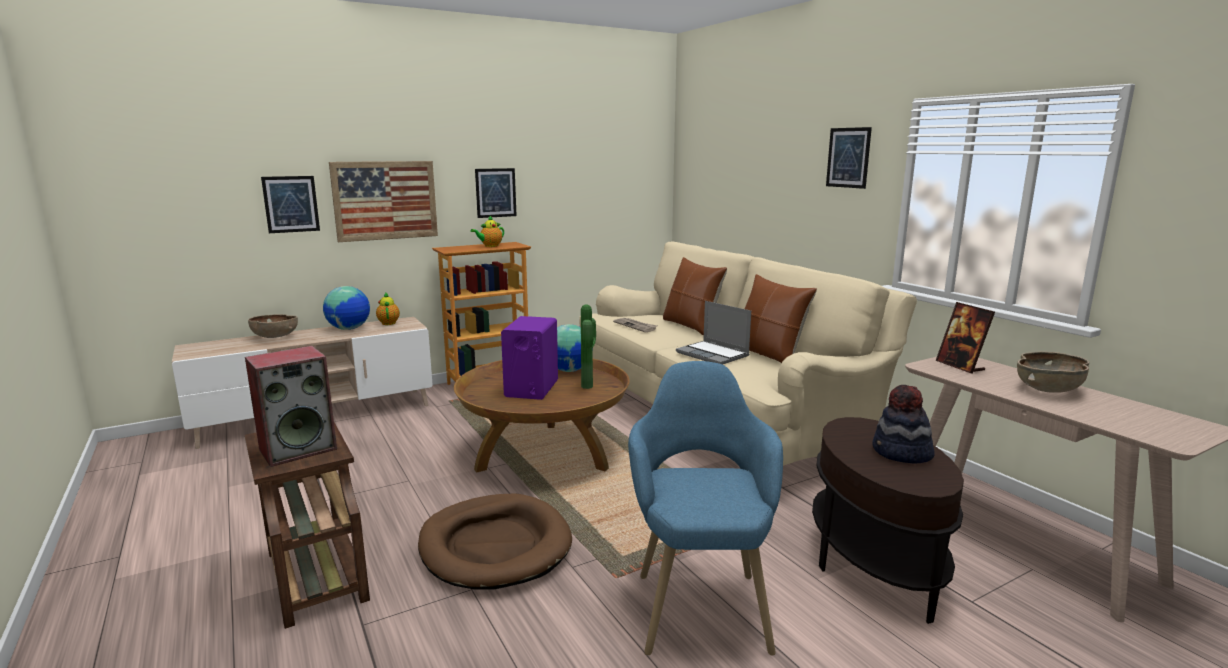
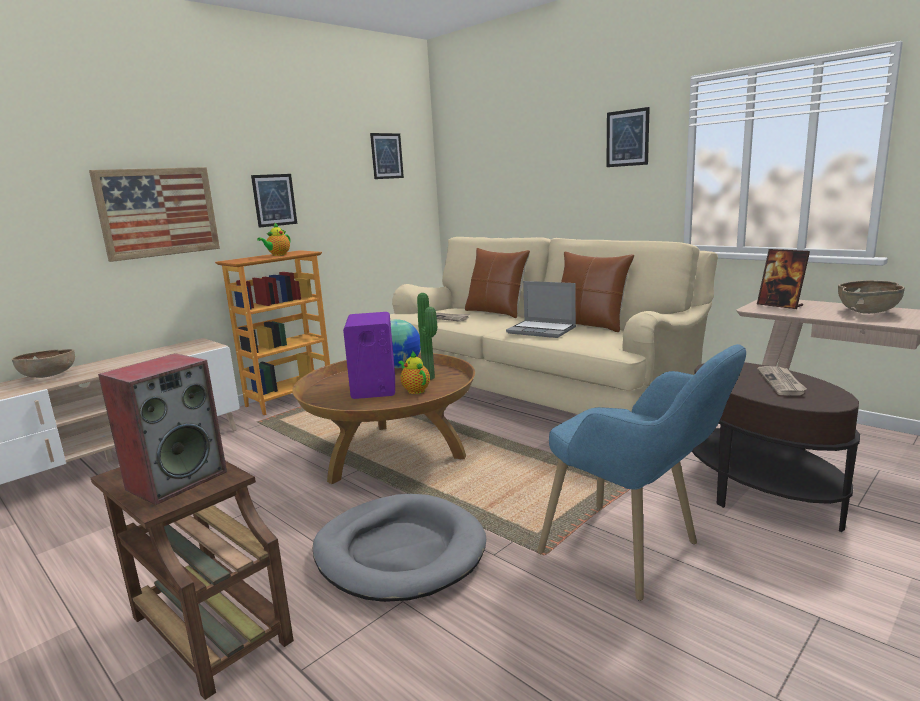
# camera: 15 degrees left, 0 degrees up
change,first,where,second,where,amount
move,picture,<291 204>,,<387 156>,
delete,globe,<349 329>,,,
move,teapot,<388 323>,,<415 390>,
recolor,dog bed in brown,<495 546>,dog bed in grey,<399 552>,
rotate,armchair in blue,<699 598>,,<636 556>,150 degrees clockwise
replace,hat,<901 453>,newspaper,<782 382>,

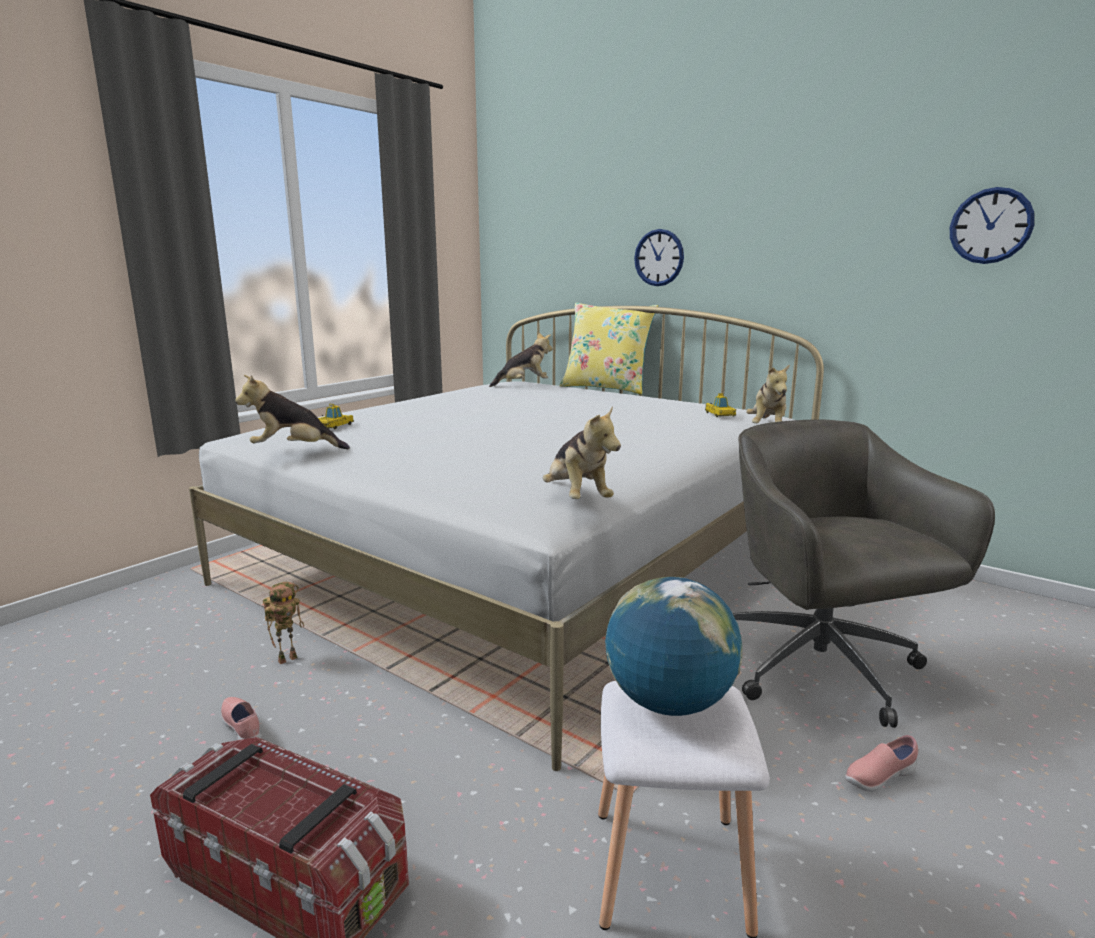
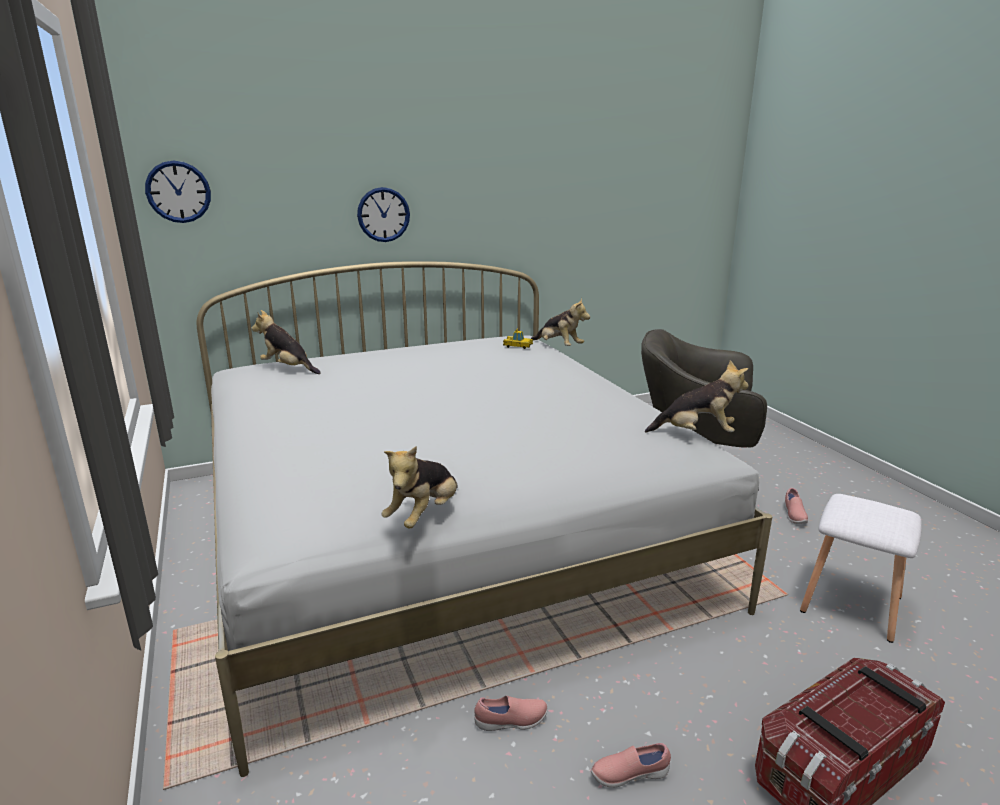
# camera: 60 degrees left, 5 degrees up
change,first,where,second,where,amount
replace,toy robot,<288 658>,shoe in pink,<511 722>,
delete,toy car,<334 426>,,,
rotate,plush toy,<524 385>,,<288 368>,75 degrees counterclockwise
delete,pillow in yellow,<606 388>,,,
delete,globe,<669 703>,,,
move,wall clock,<991 226>,,<178 192>,

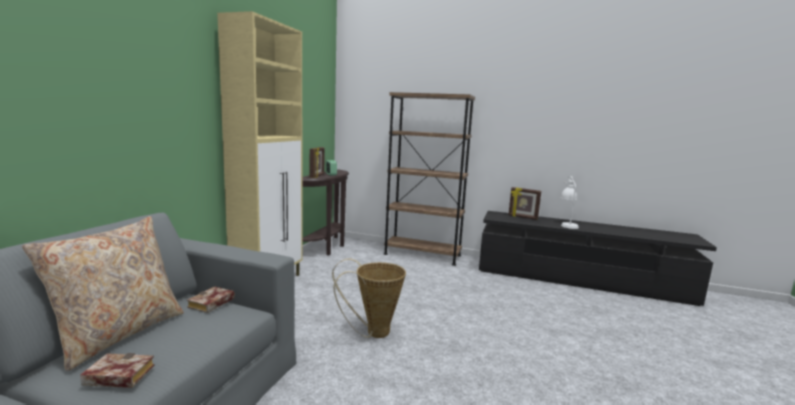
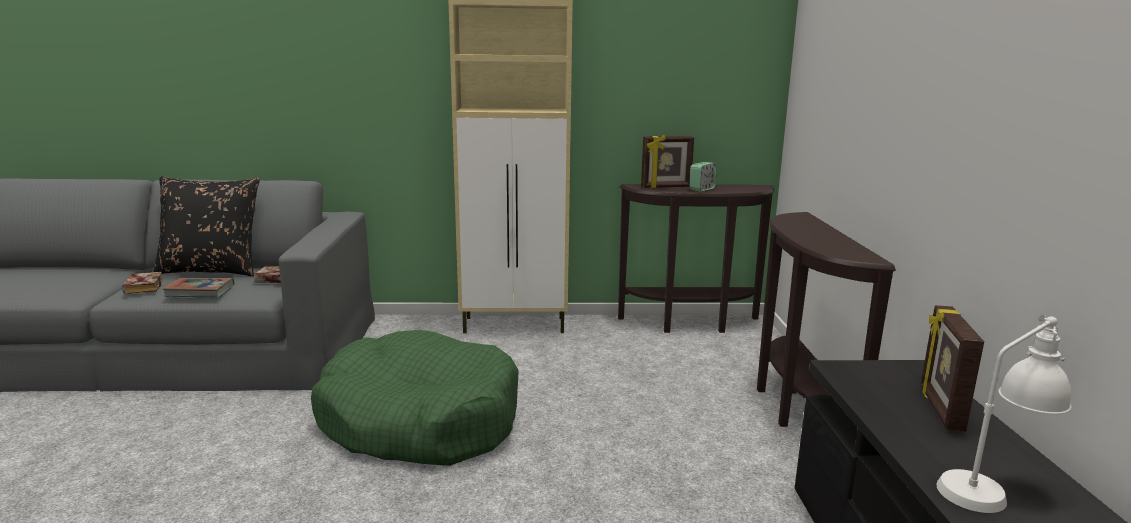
# camera: 70 degrees right, 5 degrees up
change,first,where,second,where,amount
recolor,pillow in beige,<119 333>,pillow in black,<212 270>,
replace,basket,<372 333>,dog bed in green,<419 420>,
replace,bookcase in brown,<422 255>,console table in brown,<795 407>,
insert,,,book,<200 291>,

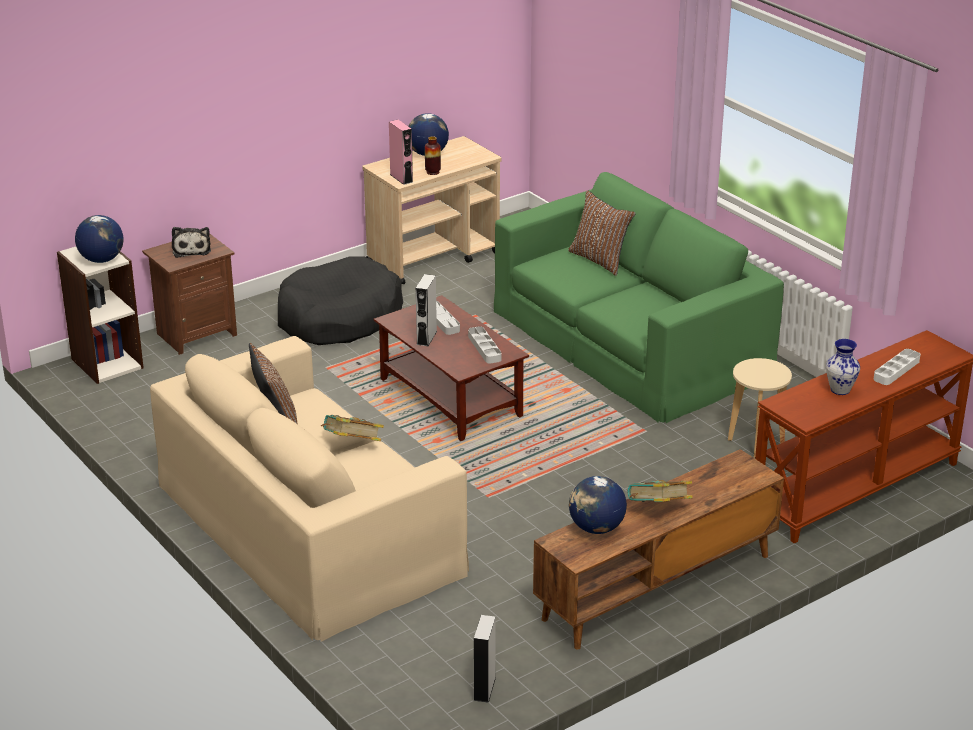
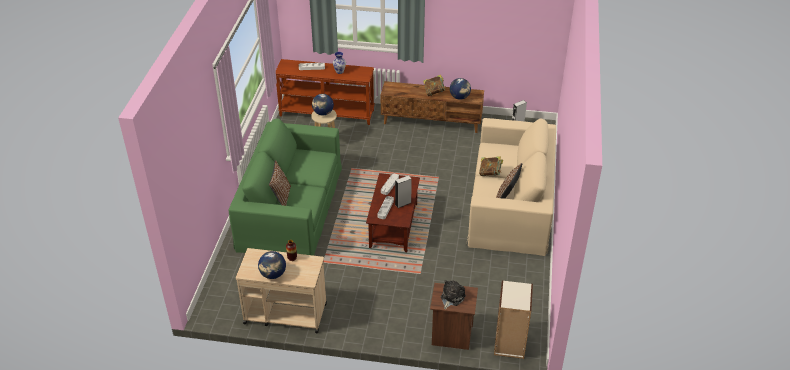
# camera: 135 degrees left, 10 degrees up
change,first,where,second,where,amount
move,globe,<101 259>,,<323 113>,
delete,dog bed in black,<339 318>,,,
delete,speaker in pink,<401 178>,,,

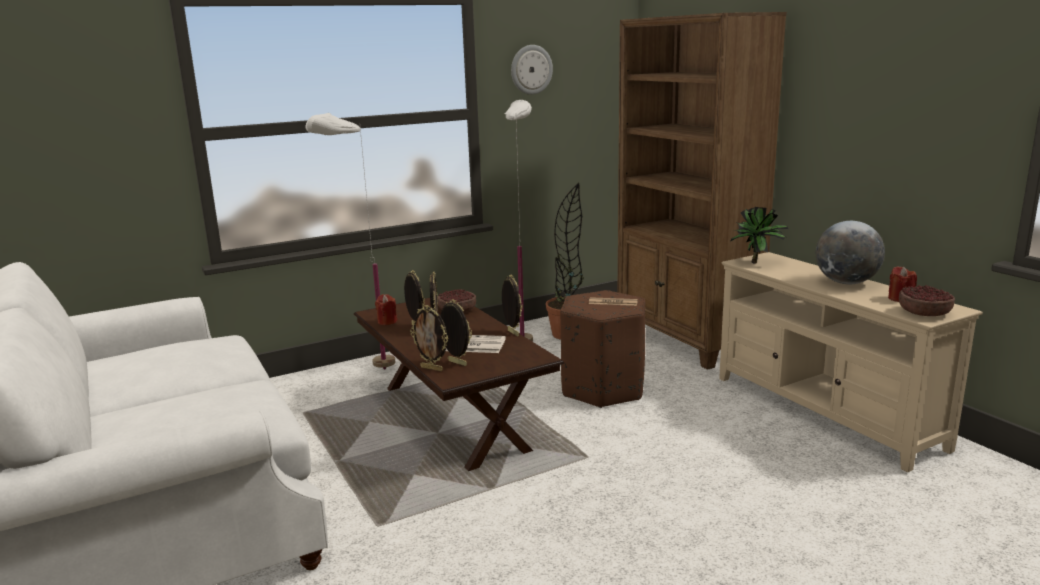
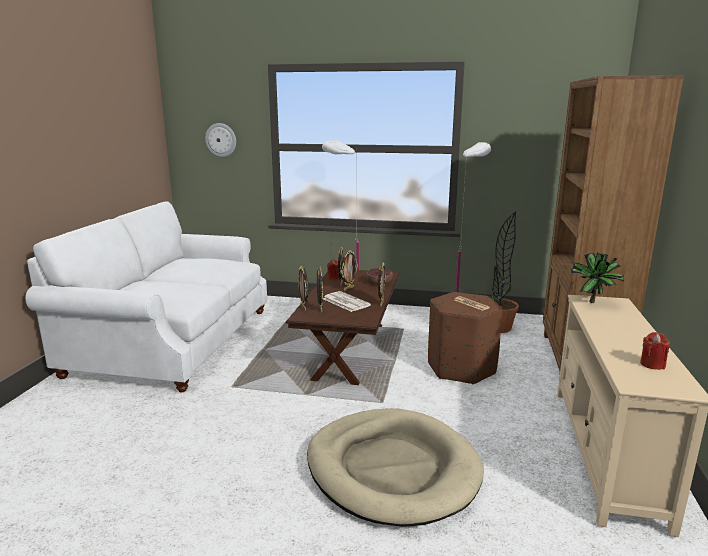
# camera: 40 degrees right, 0 degrees up
change,first,where,second,where,amount
move,wall clock,<531 69>,,<221 140>,
delete,globe,<846 283>,,,
delete,bowl,<924 313>,,,
insert,,,dog bed in beige,<392 469>,

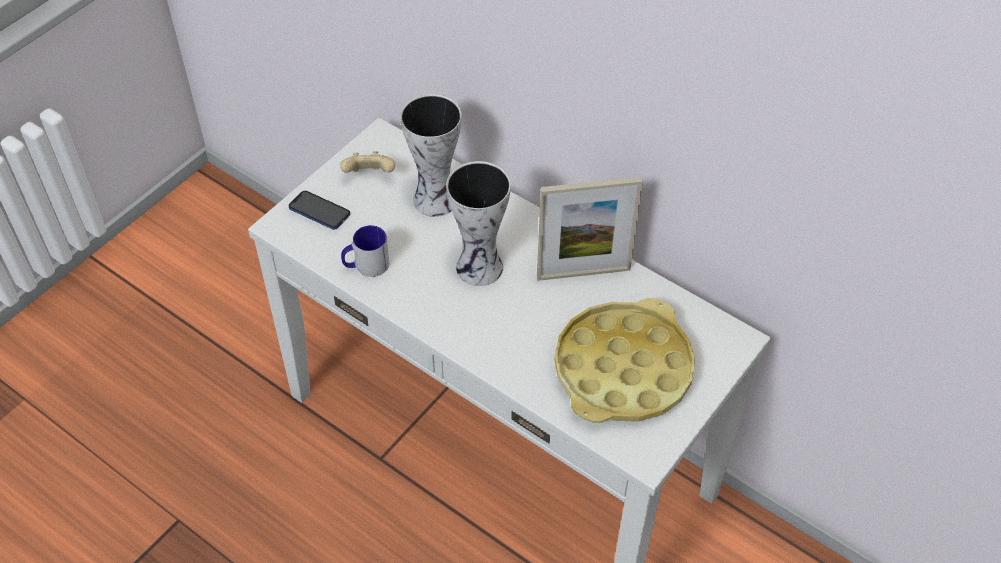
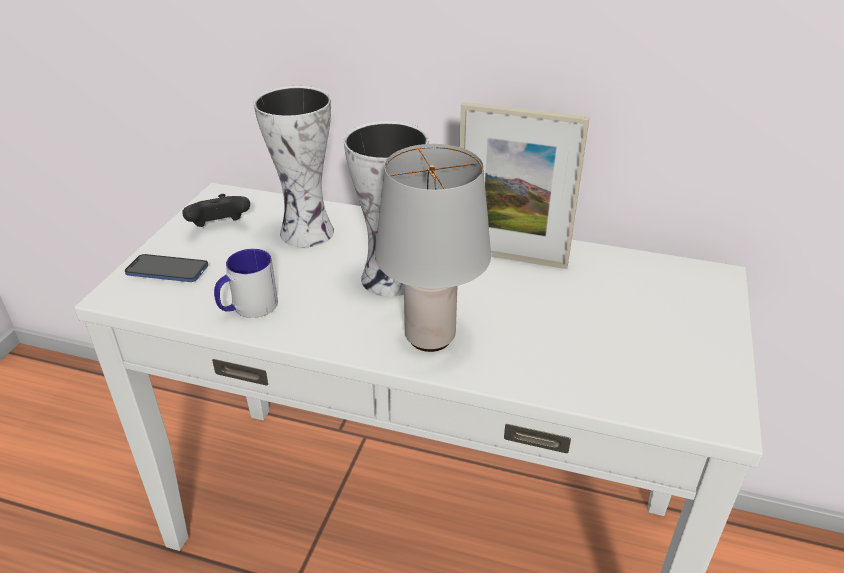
# camera: 20 degrees left, 15 degrees down
change,first,where,second,where,amount
recolor,game controller in beige,<370 175>,game controller in black,<220 228>,
rotate,picture frame,<583 273>,,<511 257>,45 degrees clockwise
delete,tray in yellow,<622 369>,,,
insert,,,table lamp in grey,<430 336>,

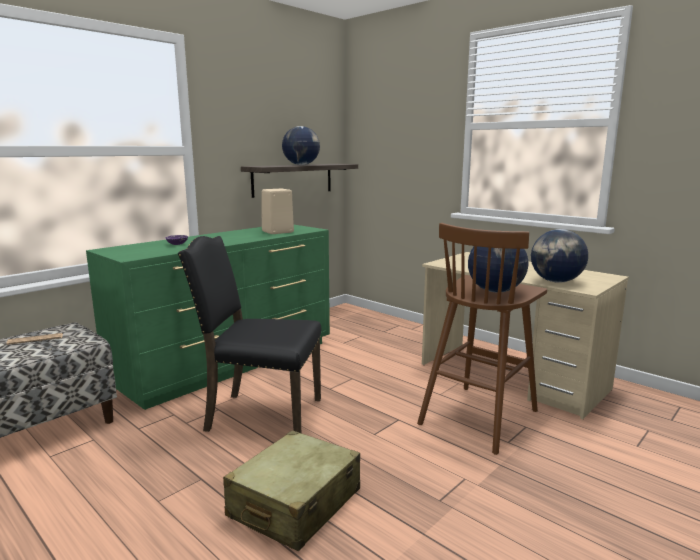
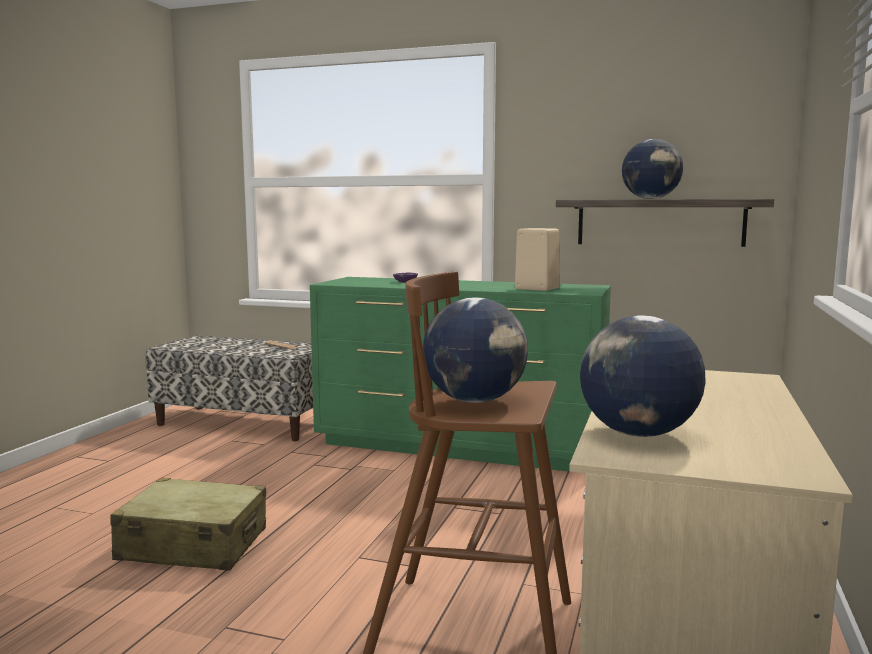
# camera: 65 degrees right, 5 degrees down
change,first,where,second,where,amount
delete,chair in black,<261 415>,,,

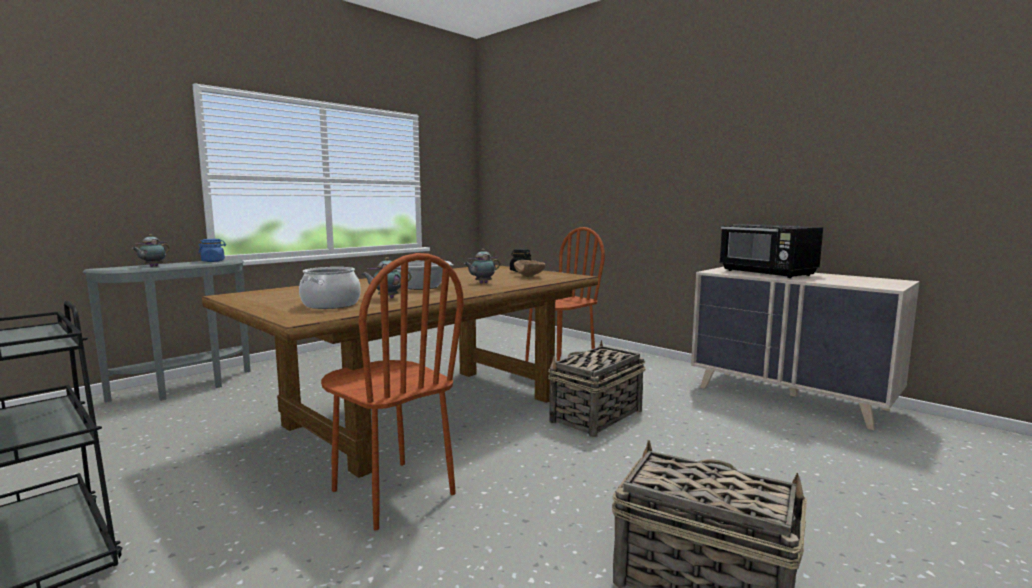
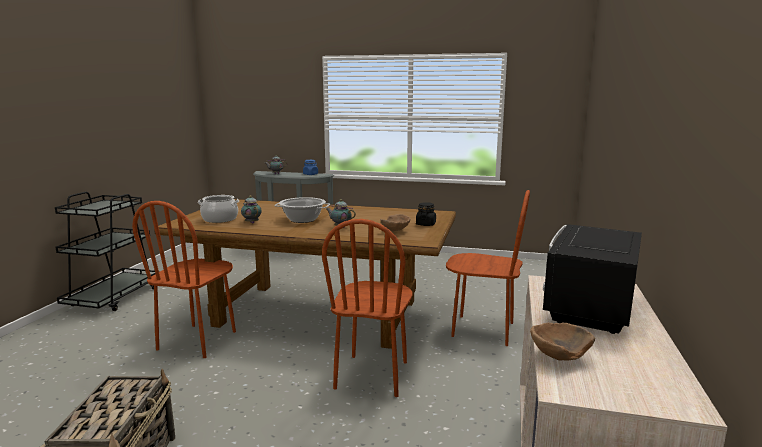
# camera: 60 degrees right, 5 degrees up
change,first,where,second,where,amount
replace,basket,<595 416>,chair in brown,<372 375>,
insert,,,bowl in brown,<558 356>,

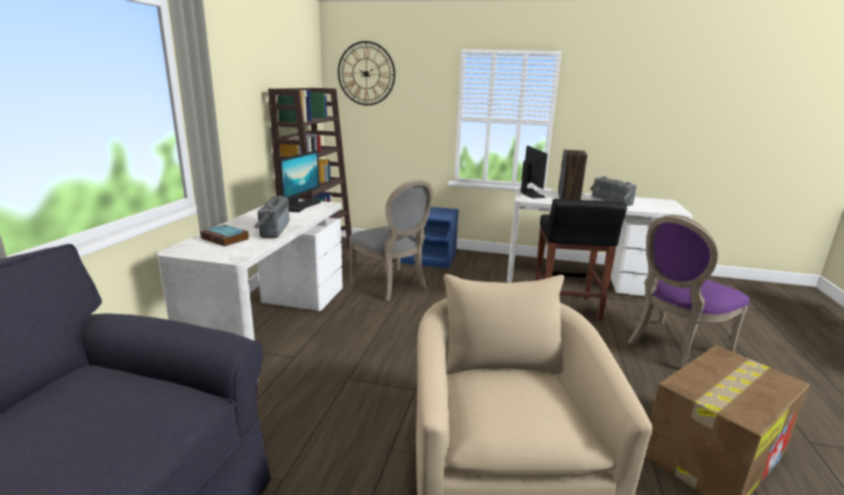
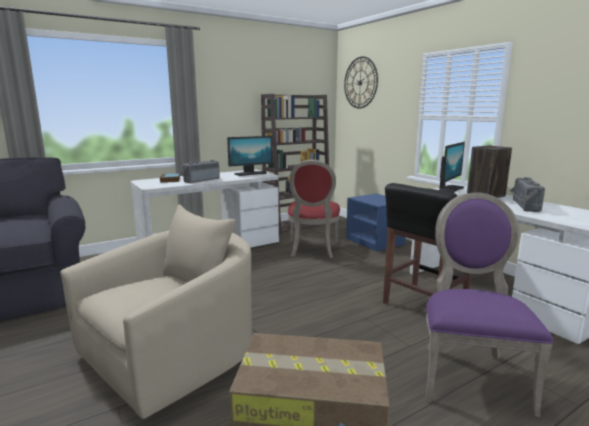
# camera: 45 degrees right, 5 degrees down
change,first,where,second,where,amount
recolor,chair in grey,<392 285>,chair in red,<312 249>,
rotate,chair in purple,<673 347>,,<469 374>,90 degrees clockwise

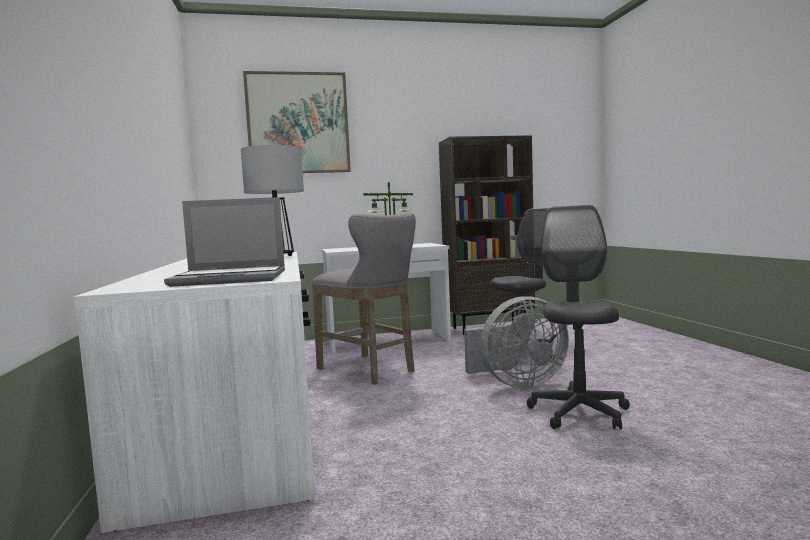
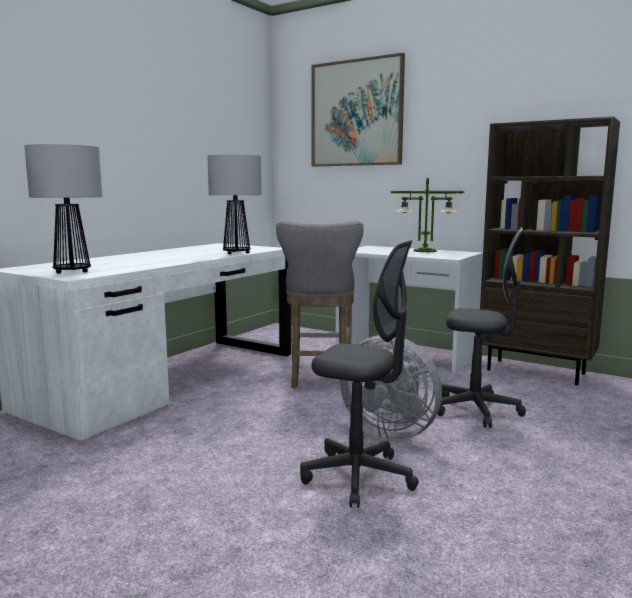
# camera: 45 degrees right, 5 degrees up
change,first,where,second,where,amount
replace,laptop,<232 279>,table lamp,<73 271>,
rotate,office chair in grey,<579 413>,,<358 477>,60 degrees clockwise

